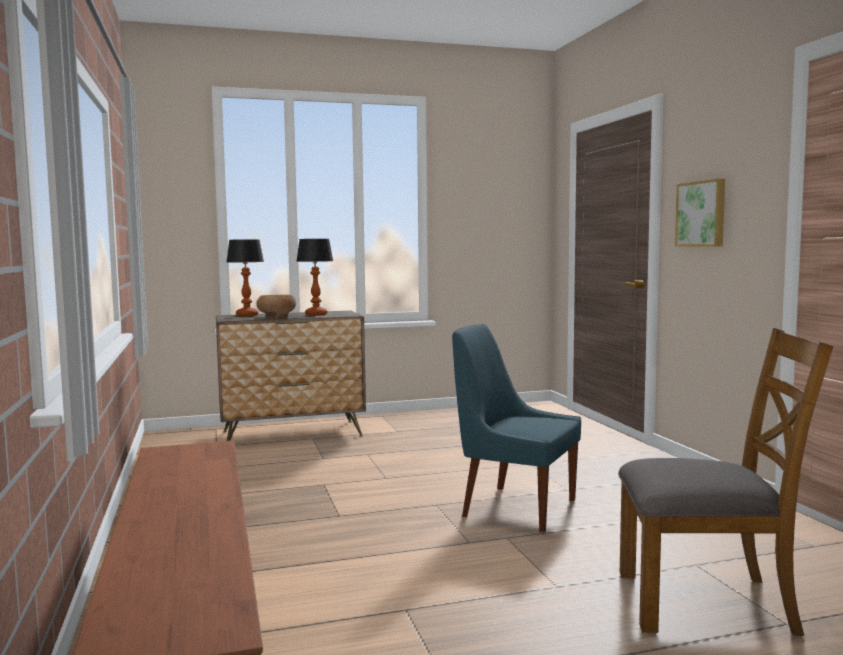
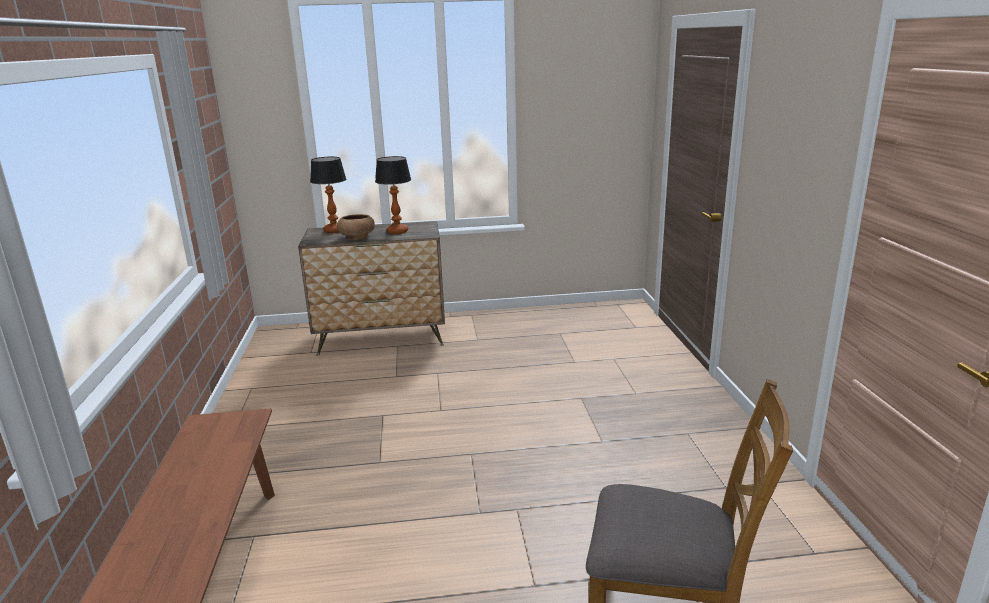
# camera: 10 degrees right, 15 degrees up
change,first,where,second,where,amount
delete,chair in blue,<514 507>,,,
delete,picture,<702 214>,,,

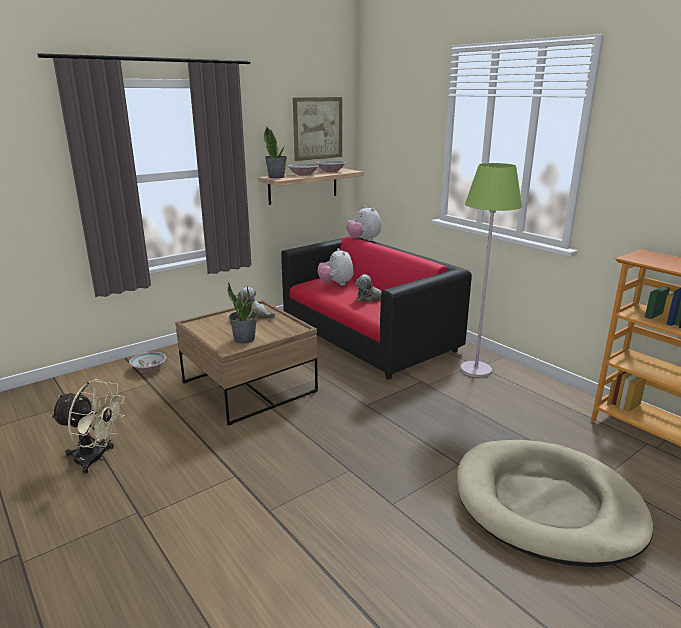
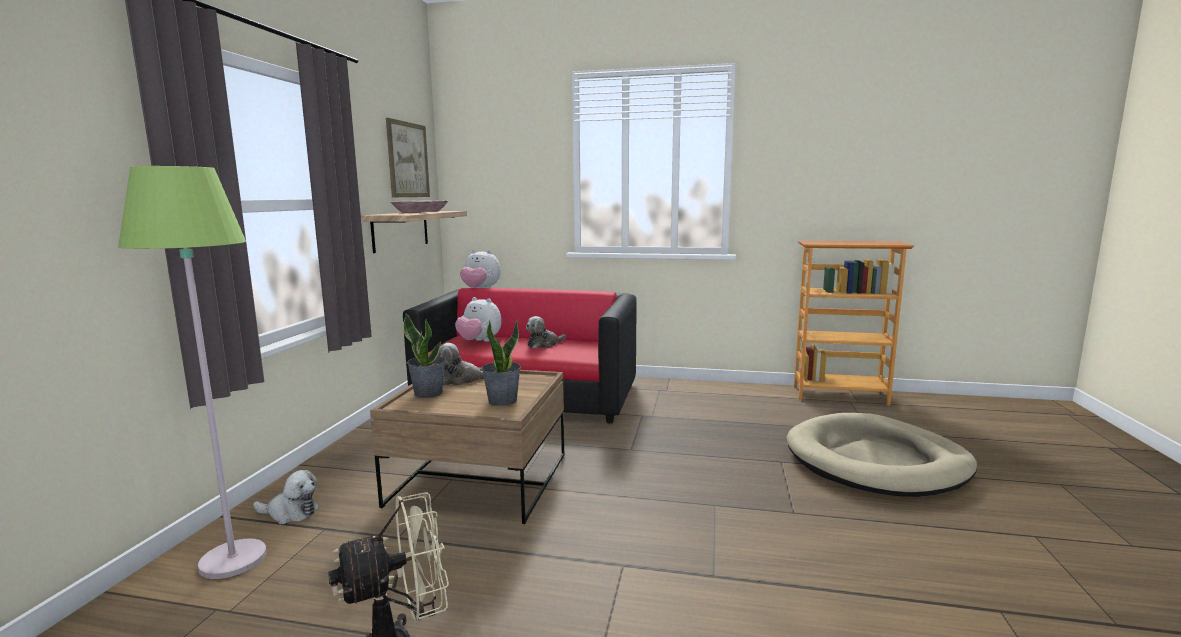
# camera: 40 degrees left, 10 degrees down
change,first,where,second,where,amount
replace,bowl,<148 368>,plush toy,<290 513>,
move,potted plant,<276 177>,,<428 393>,
move,floor lamp in green,<476 370>,,<233 560>,

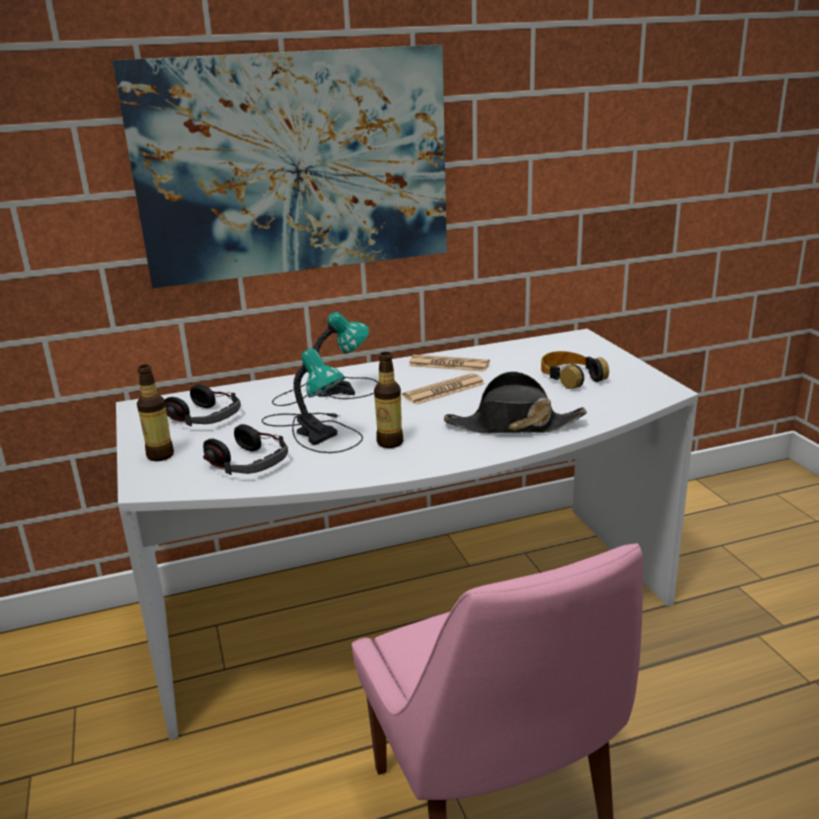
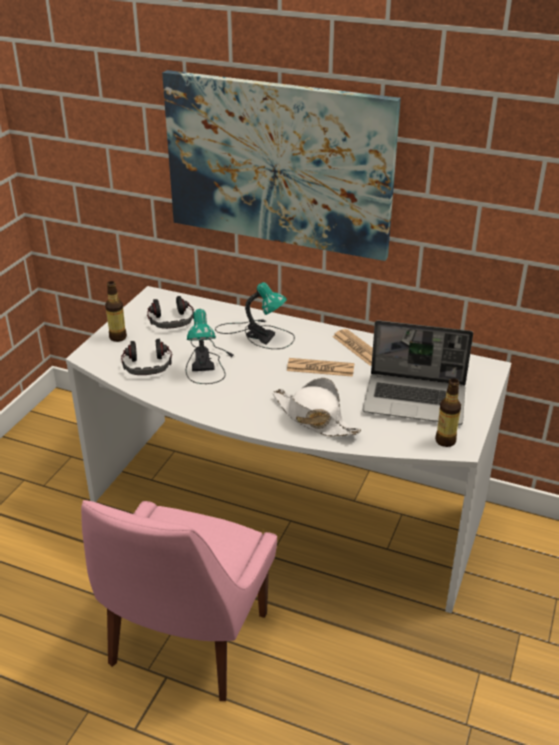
# camera: 40 degrees right, 10 degrees up
change,first,where,second,where,amount
move,bottle,<390 442>,,<445 441>,
recolor,hat in black,<513 425>,hat in white,<314 418>,
replace,headphones,<570 377>,laptop,<416 400>,

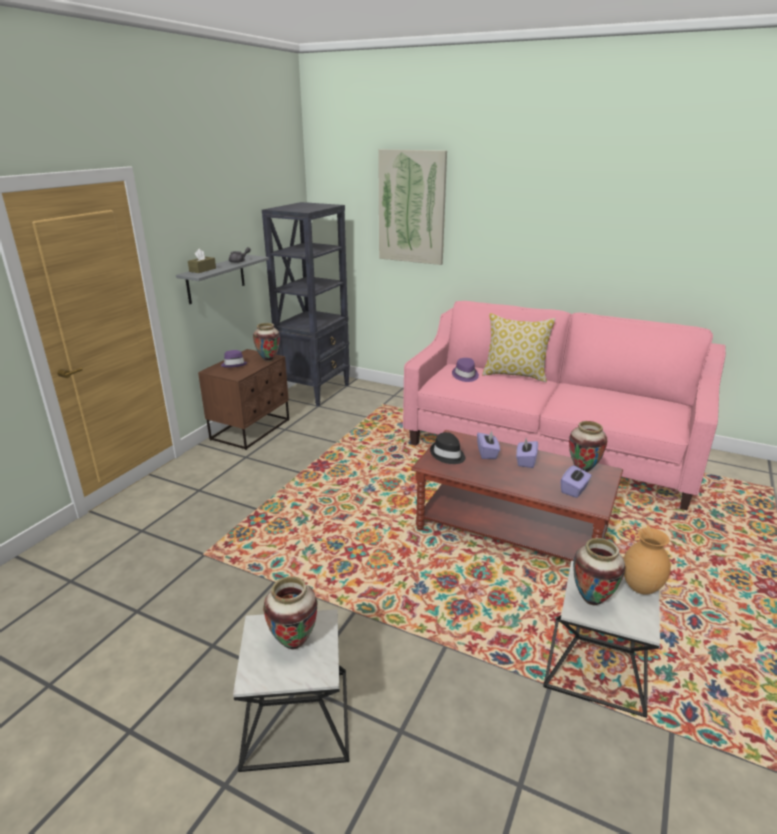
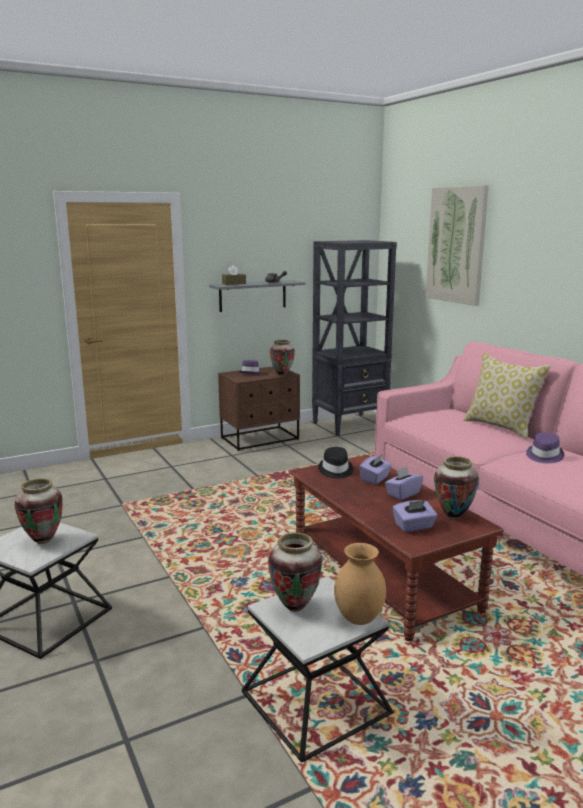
# camera: 35 degrees right, 10 degrees down
change,first,where,second,where,amount
move,hat in purple,<465 375>,,<544 456>,

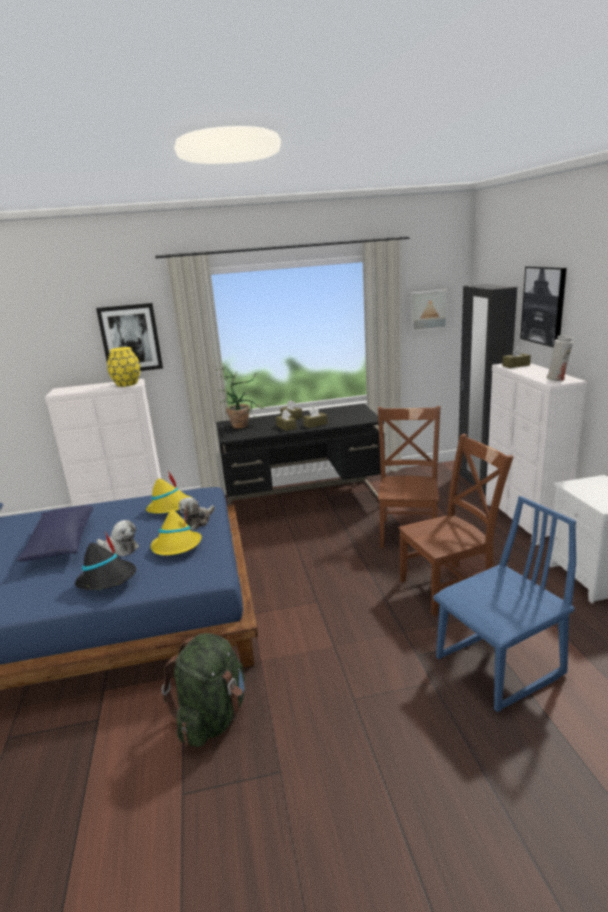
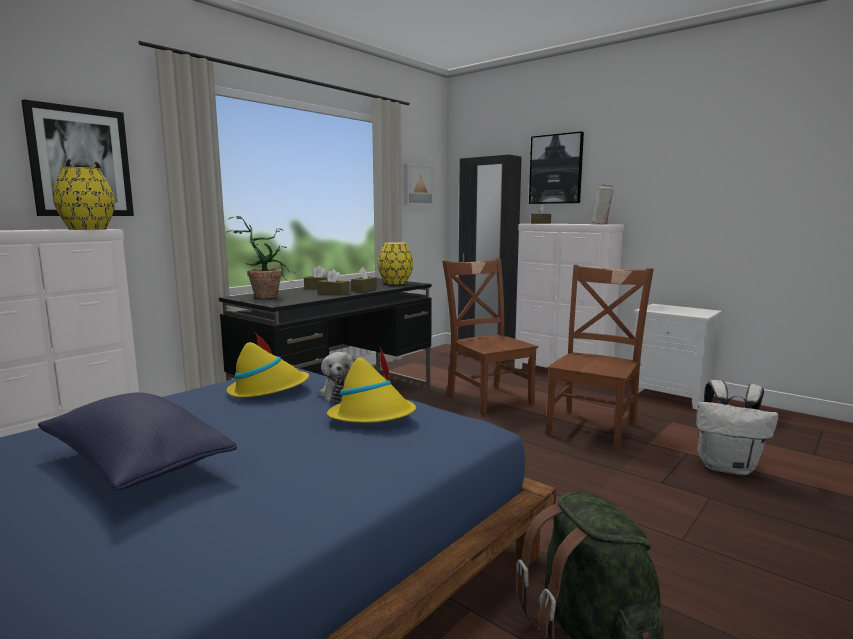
# camera: 40 degrees left, 10 degrees down
change,first,where,second,where,amount
delete,hat in black,<108 579>,,,
delete,plush toy,<120 549>,,,
replace,chair in blue,<500 667>,backpack in white,<727 467>,
insert,,,vase in yellow,<395 283>,

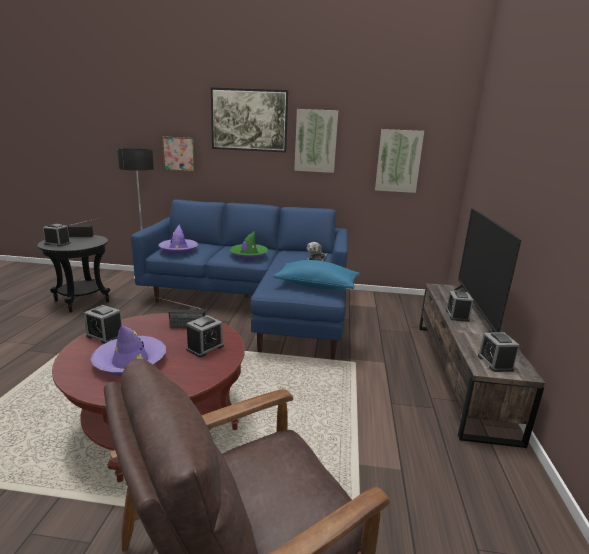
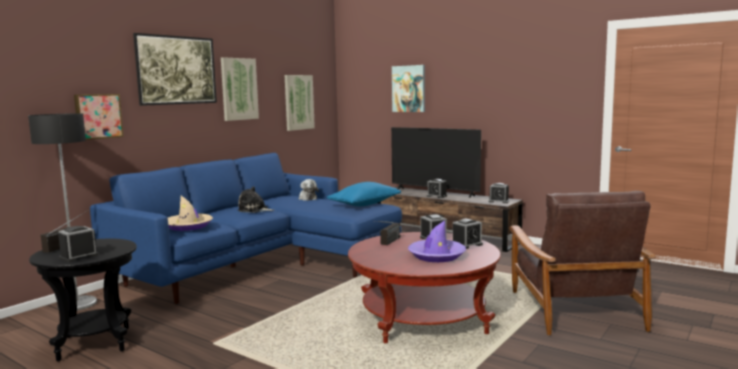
# camera: 60 degrees left, 10 degrees down
change,first,where,second,where,amount
move,alarm clock,<105 336>,,<467 245>,
recolor,hat in purple,<179 249>,hat in beige,<188 226>,
replace,hat in green,<249 255>,plush toy,<254 210>,
insert,,,picture,<408 88>,

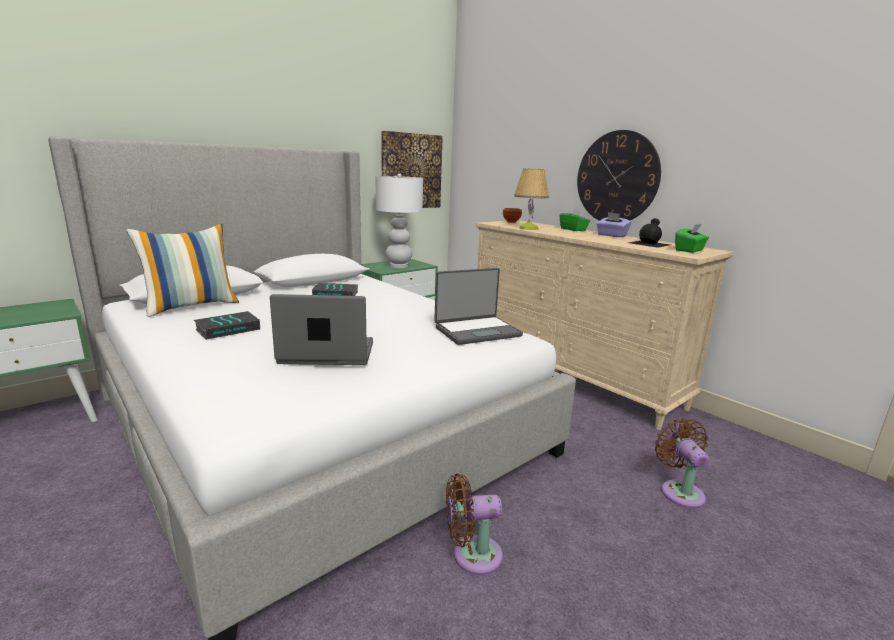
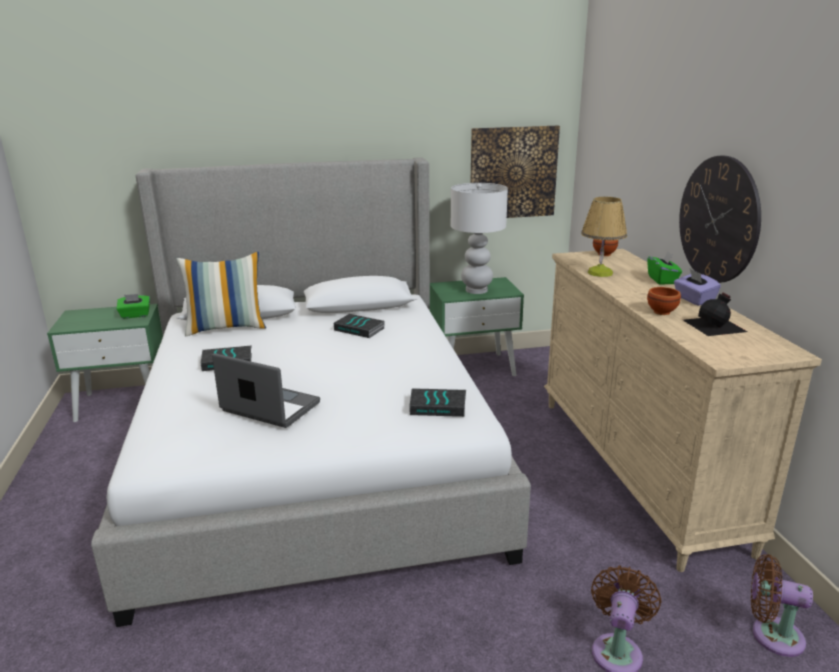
# camera: 30 degrees right, 5 degrees up
change,first,where,second,where,amount
replace,laptop,<477 331>,book,<438 406>,
move,fan in brown,<472 555>,,<771 635>,
move,tissue box in green,<689 250>,,<135 315>,
insert,,,bowl in brown,<661 312>,

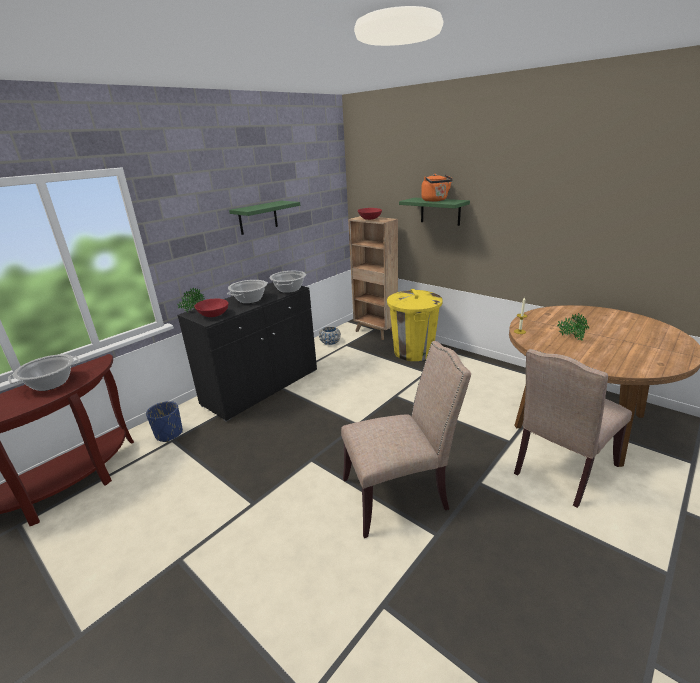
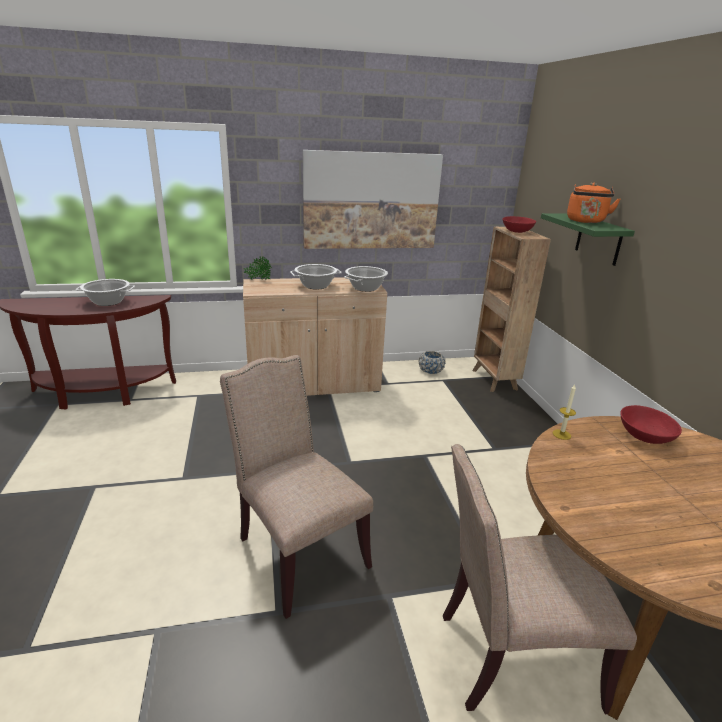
# camera: 35 degrees right, 0 degrees up
change,first,where,second,where,amount
delete,planter in blue,<169 434>,,,
recolor,cabinet in black,<262 387>,cabinet in beige,<314 385>,
move,bowl in red,<213 315>,,<644 436>,
replace,shelf in green,<258 217>,picture,<371 201>,
rotate,chair in beige,<399 494>,,<297 550>,150 degrees counterclockwise
delete,trash can in yellow,<413 352>,,,
delete,potted plant,<570 338>,,,

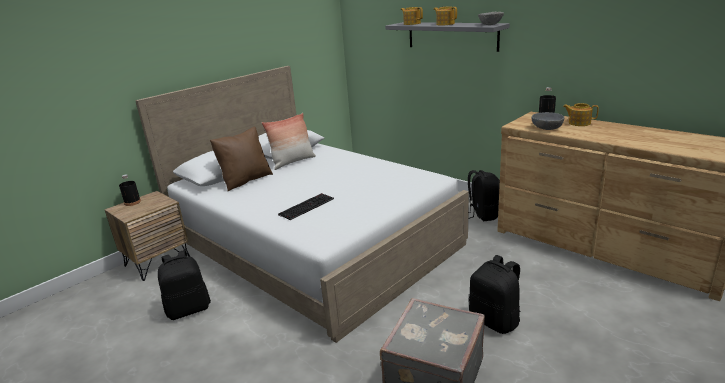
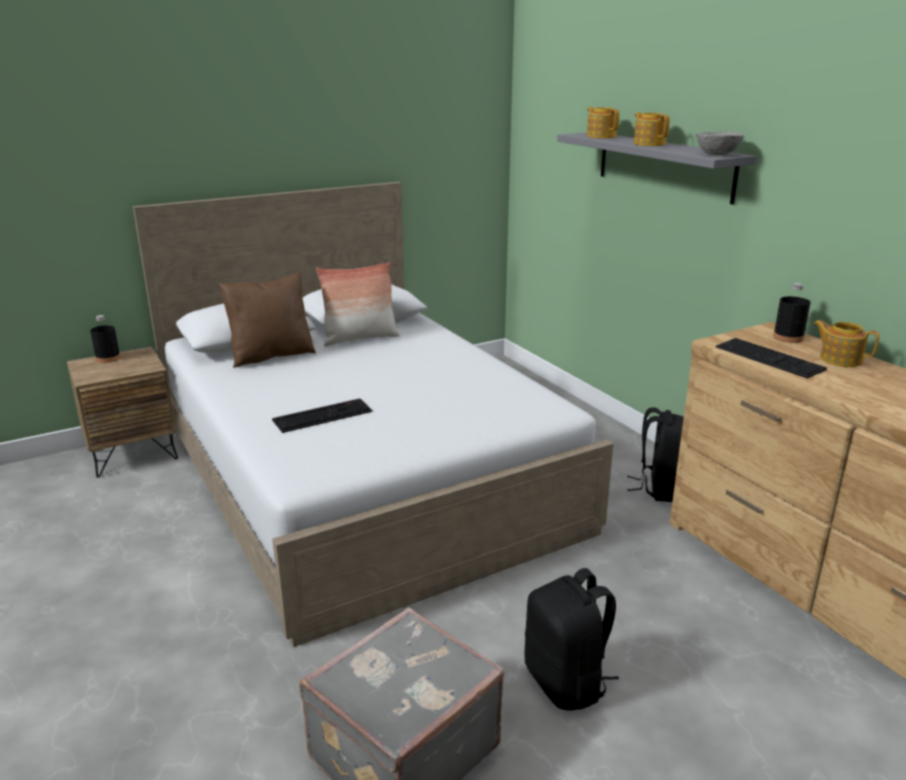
# camera: 15 degrees right, 0 degrees up
change,first,where,second,where,amount
delete,backpack in black,<189 309>,,,
replace,bowl in grey,<547 128>,keyboard,<771 358>,

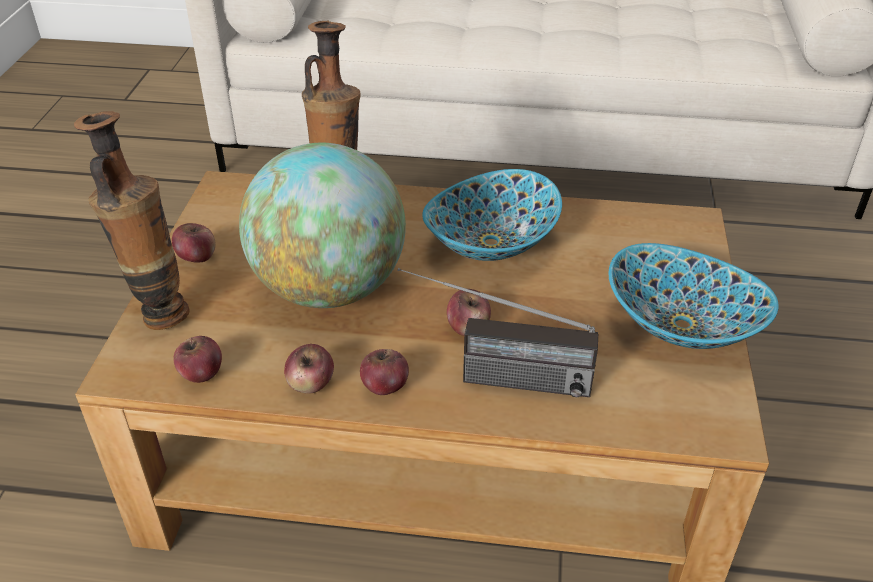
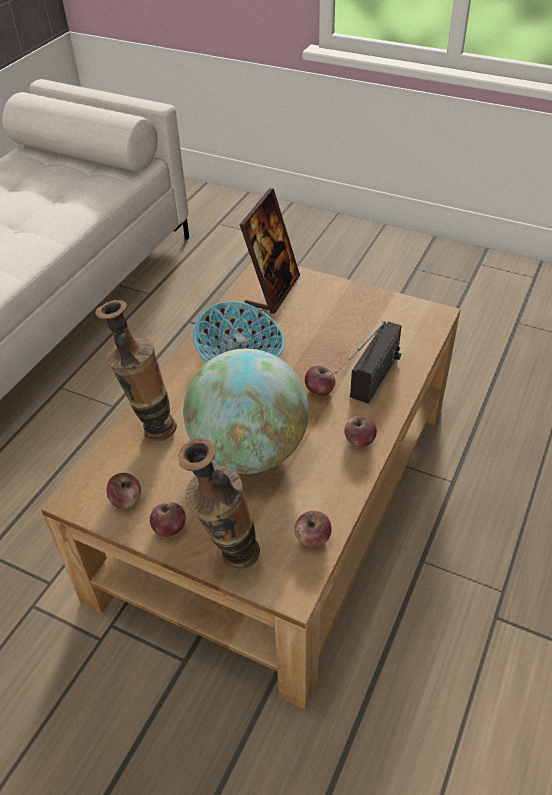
# camera: 70 degrees left, 5 degrees up
change,first,where,second,where,amount
move,apple,<311 384>,,<126 500>,
delete,bowl,<682 326>,,,
insert,,,picture frame,<272 291>,

